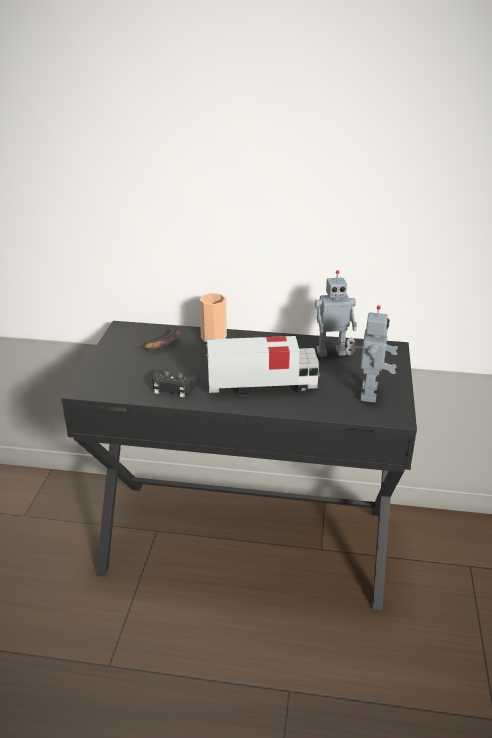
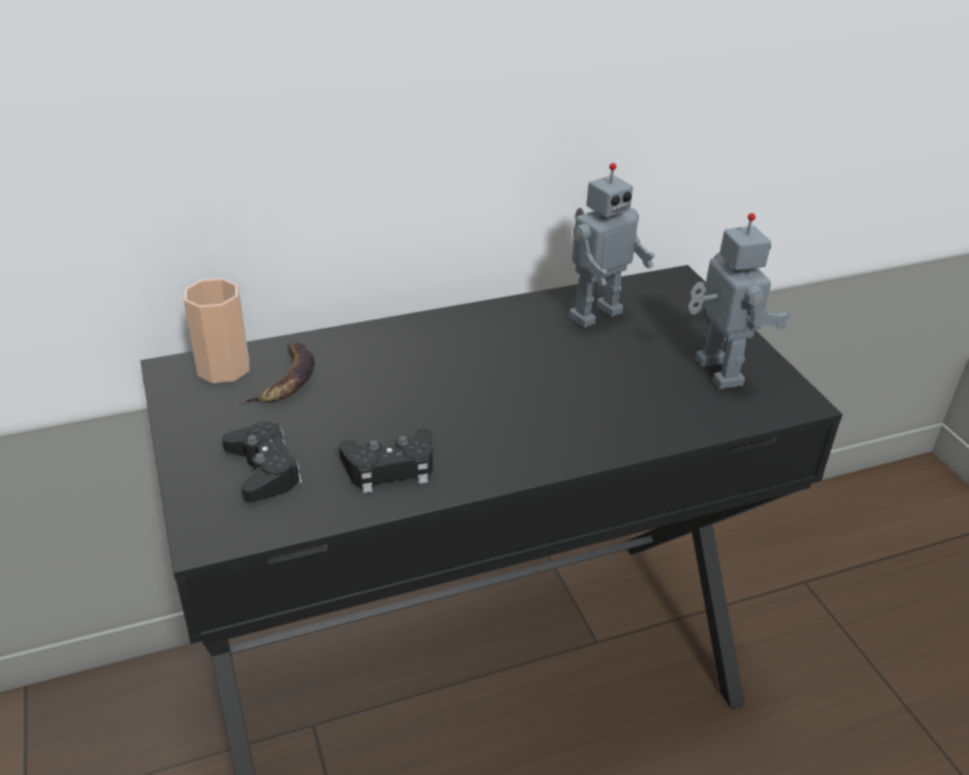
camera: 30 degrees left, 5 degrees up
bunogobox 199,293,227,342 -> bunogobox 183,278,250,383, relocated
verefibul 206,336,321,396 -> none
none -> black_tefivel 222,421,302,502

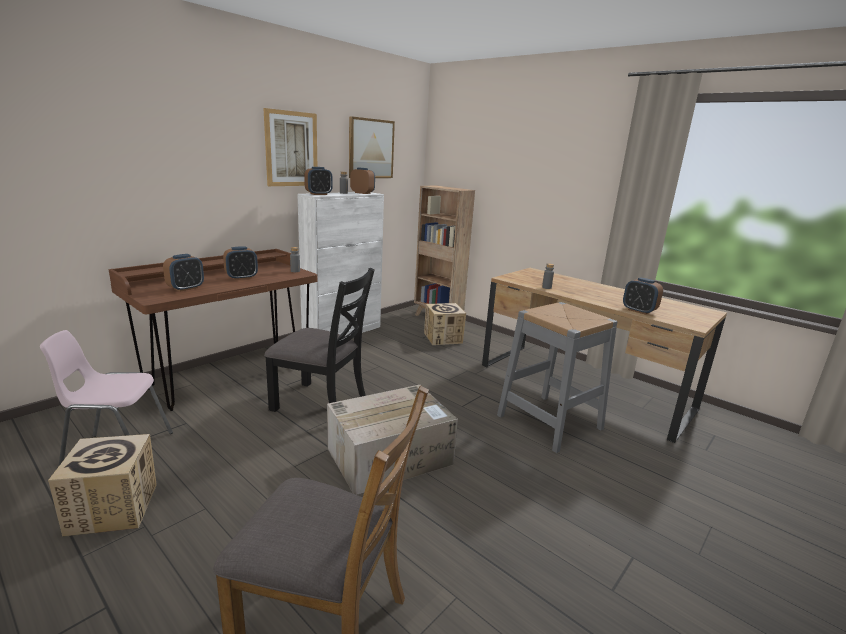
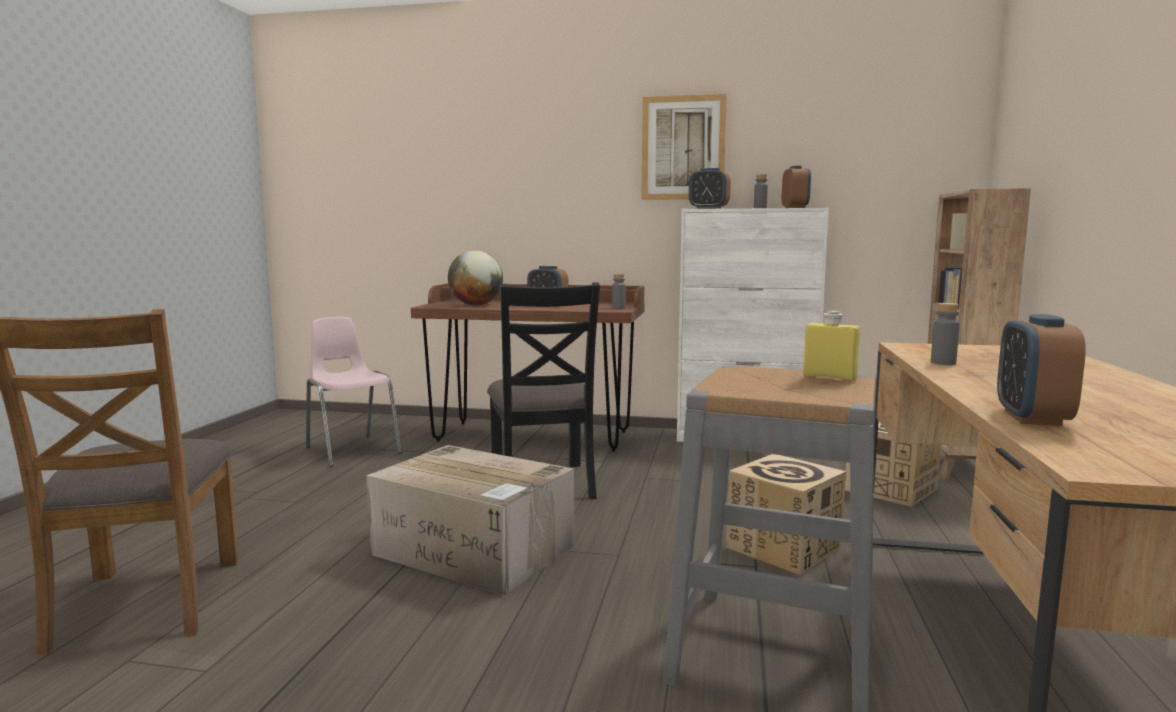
camera: 60 degrees right, 10 degrees down
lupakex 349,116,395,178 -> none
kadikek 163,254,204,292 -> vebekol 448,250,503,305
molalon 48,434,157,537 -> molalon 726,454,846,576, relocated
none -> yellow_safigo 803,311,860,381

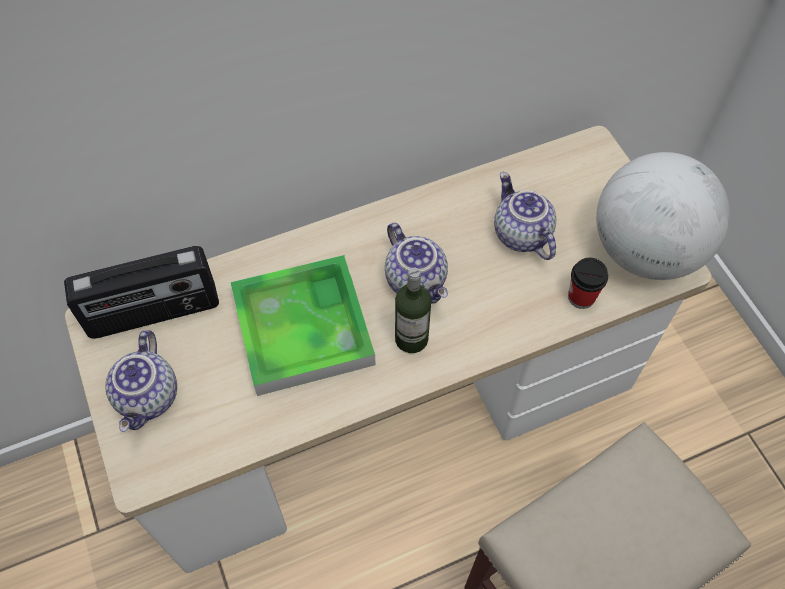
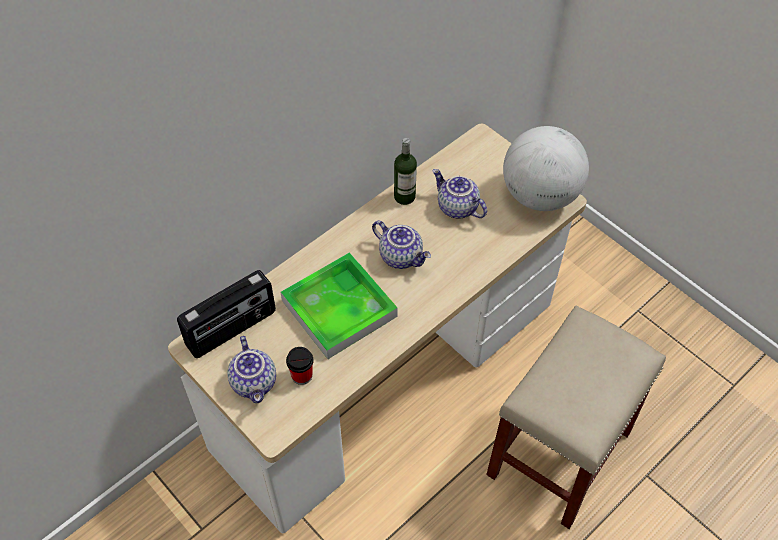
camera: 20 degrees left, 5 degrees down
bunogobox 568,258,608,309 -> bunogobox 286,347,313,385, relocated
safigo 395,268,431,353 -> safigo 394,138,417,205, relocated

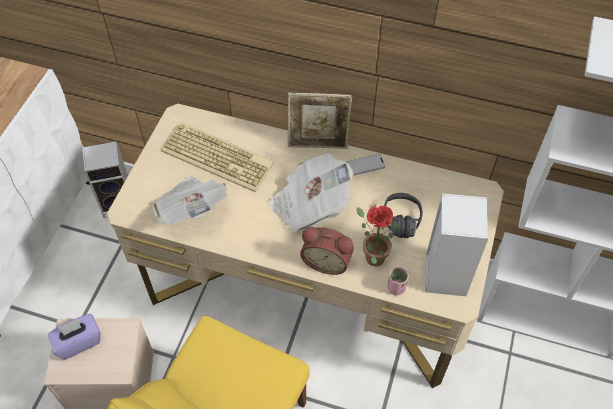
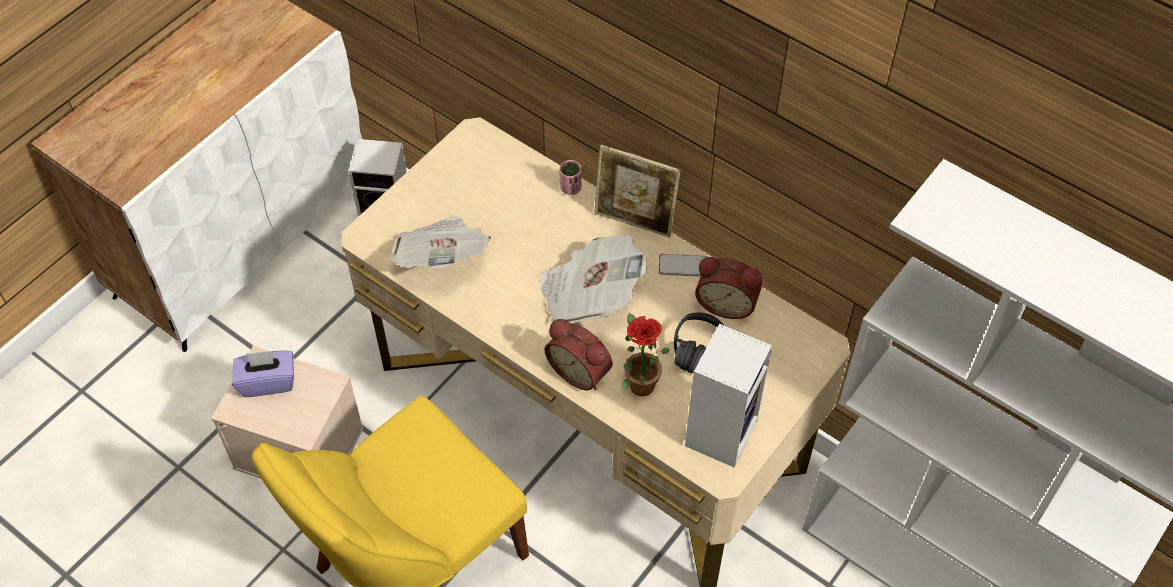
camera: 20 degrees right, 0 degrees up
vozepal 161,123,274,192 -> none
pink_bunogobox 388,267,409,295 -> pink_bunogobox 559,160,582,195, relocated
none -> kadikek 695,257,763,319

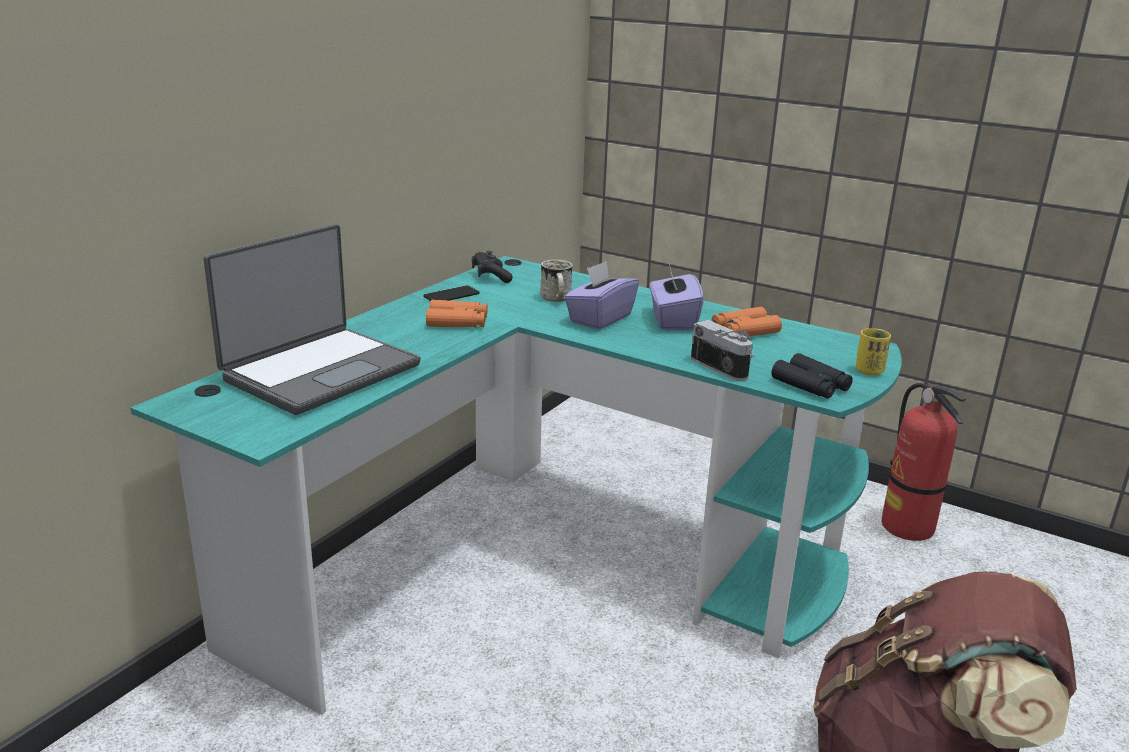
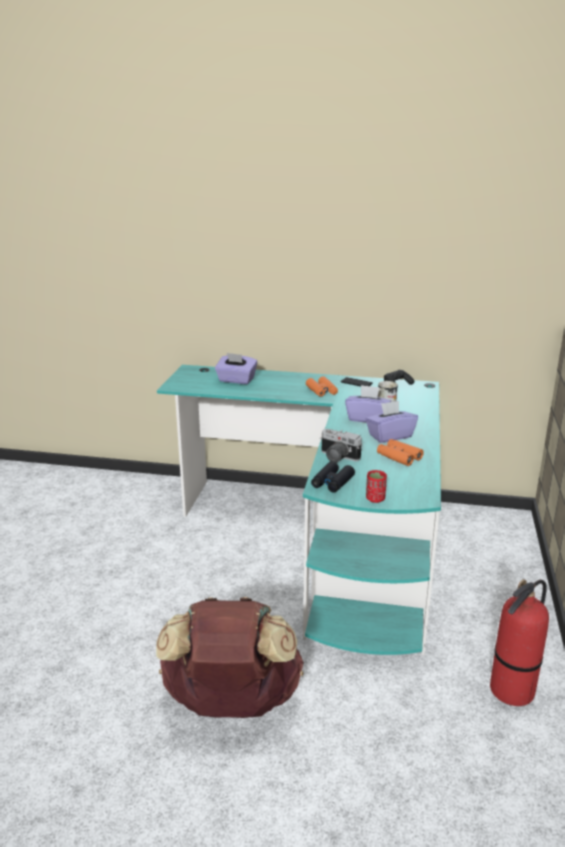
camera: 70 degrees right, 0 degrees up
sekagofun 204,224,421,415 -> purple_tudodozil 215,353,257,384
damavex 691,320,754,382 -> damavex 320,429,362,463, 90 degrees clockwise
yellow_bunogobox 856,328,891,376 -> red_bunogobox 366,470,387,503

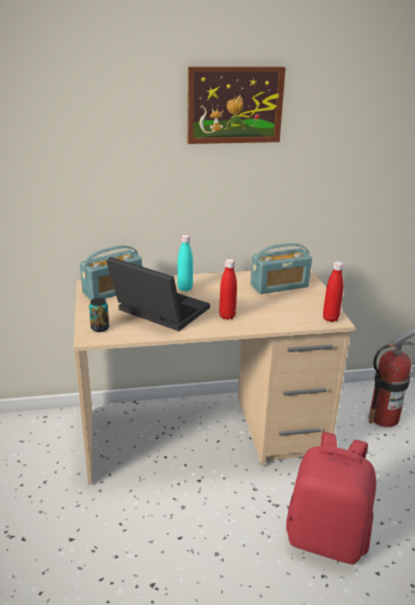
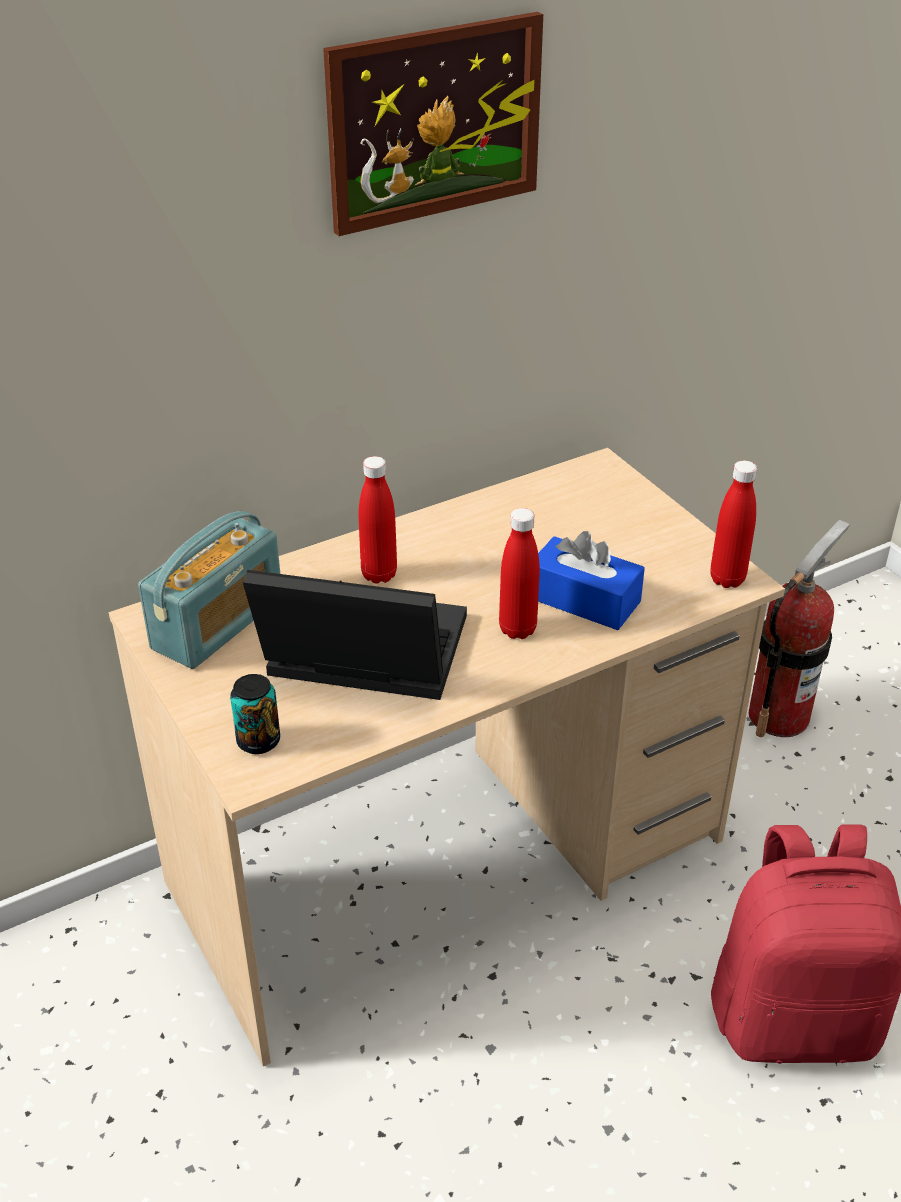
camera: 20 degrees left, 10 degrees up
turquoise_safigo 178,235,193,291 -> red_safigo 358,456,397,584
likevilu 250,243,312,294 -> none
none -> blue_tudodozil 538,531,645,630

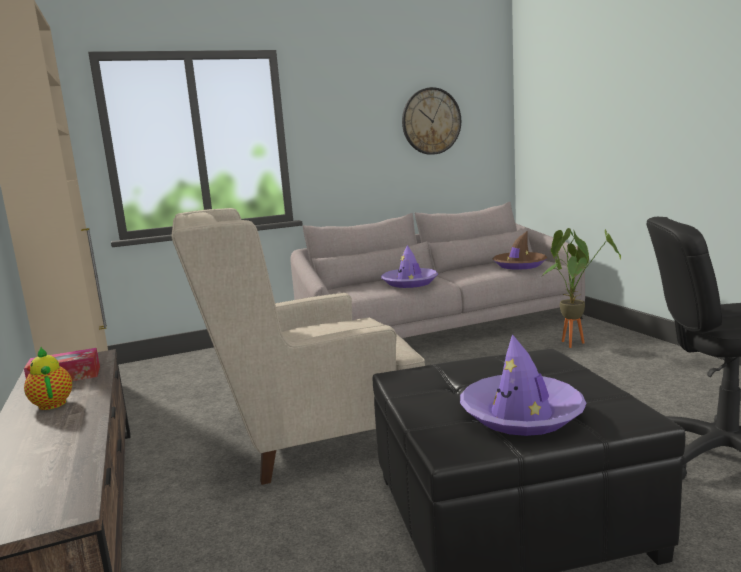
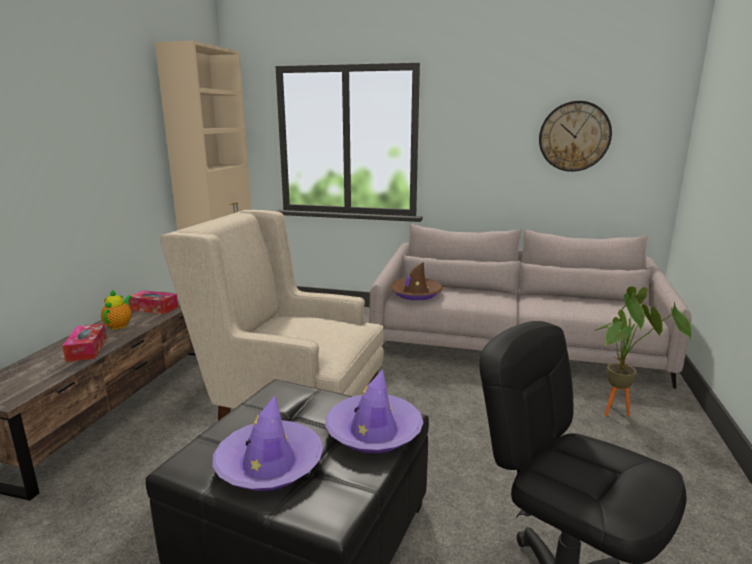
camera: 35 degrees right, 5 degrees up
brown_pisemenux 492,231,547,270 -> brown_pisemenux 390,262,443,300, relocated
purple_pisemenux 381,245,438,288 -> purple_pisemenux 325,369,424,453, relocated
none -> tudodozil 62,324,107,362

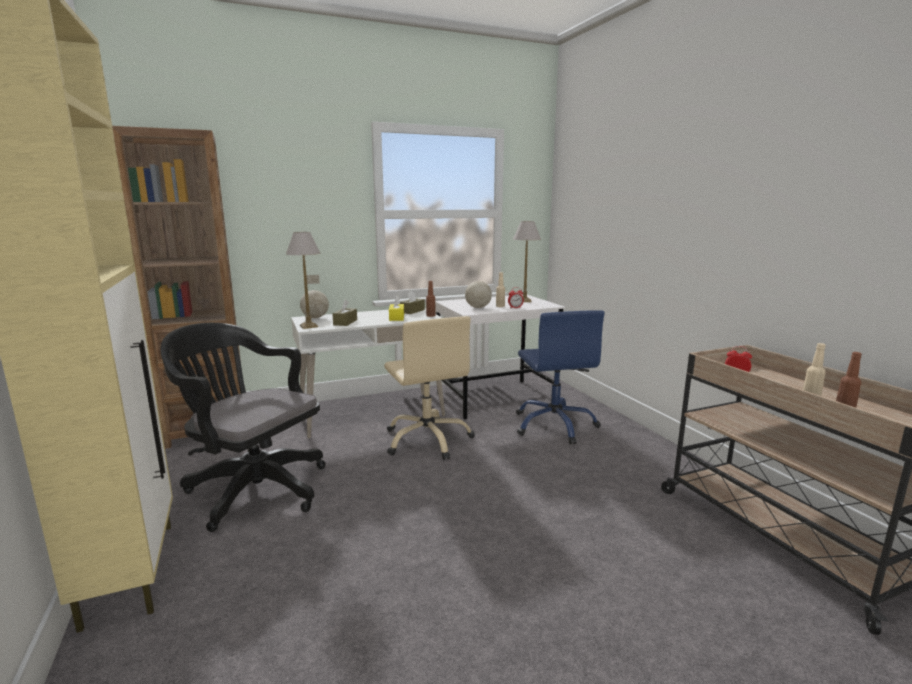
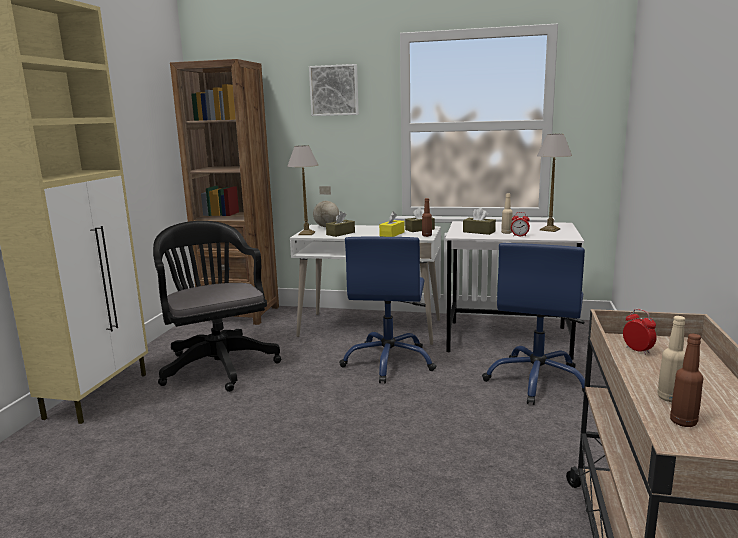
camera: 35 degrees right, 0 degrees up
vebekol 465,266,492,308 -> brown_tudodozil 463,208,496,235
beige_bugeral 384,316,475,460 -> blue_bugeral 339,237,436,384
none -> lupakex 309,64,359,116

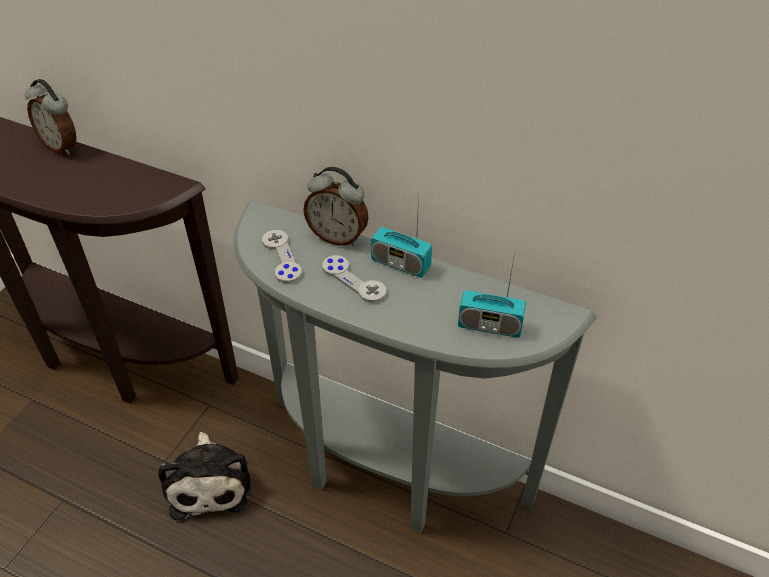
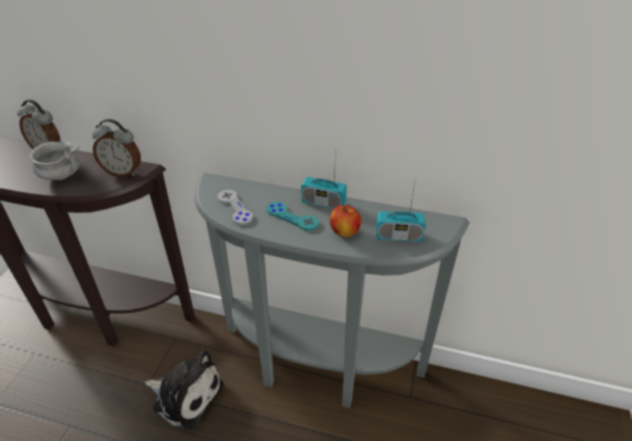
camera: 10 degrees left, 5 degrees down
kadikek 303,167,369,246 -> kadikek 92,119,141,177, relocated
grey_tefivel 322,255,386,303 -> turquoise_tefivel 267,202,319,231
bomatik 158,432,252,520 -> bomatik 145,350,223,429, 45 degrees counterclockwise
none -> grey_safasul 29,141,80,180
none -> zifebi 330,205,361,237

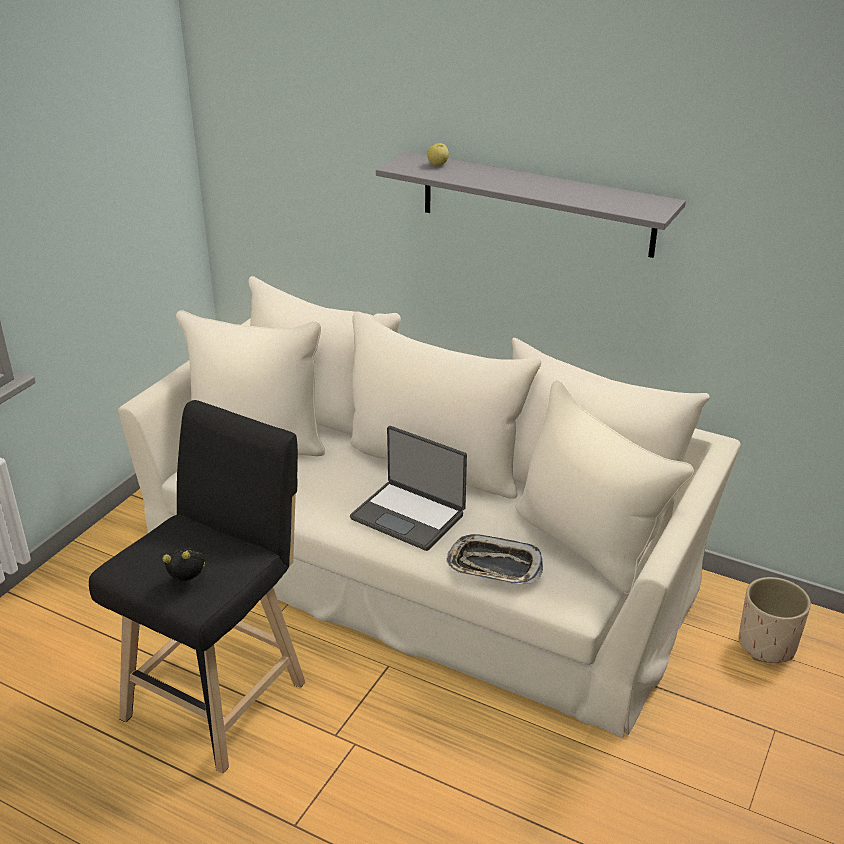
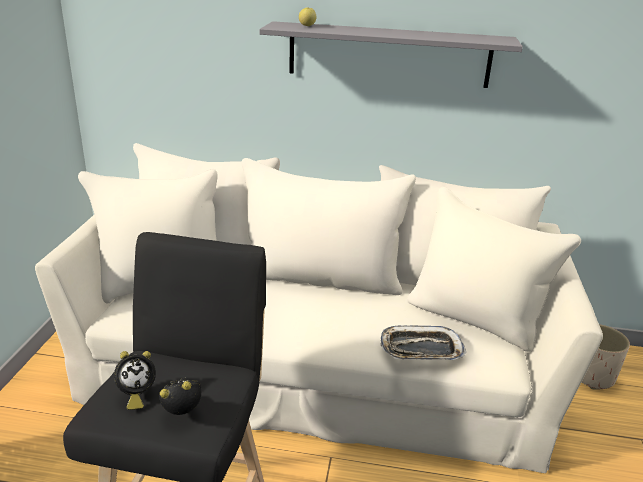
camera: 20 degrees left, 5 degrees down
sekagofun 350,426,467,551 -> none
none -> kadikek 114,351,156,410

